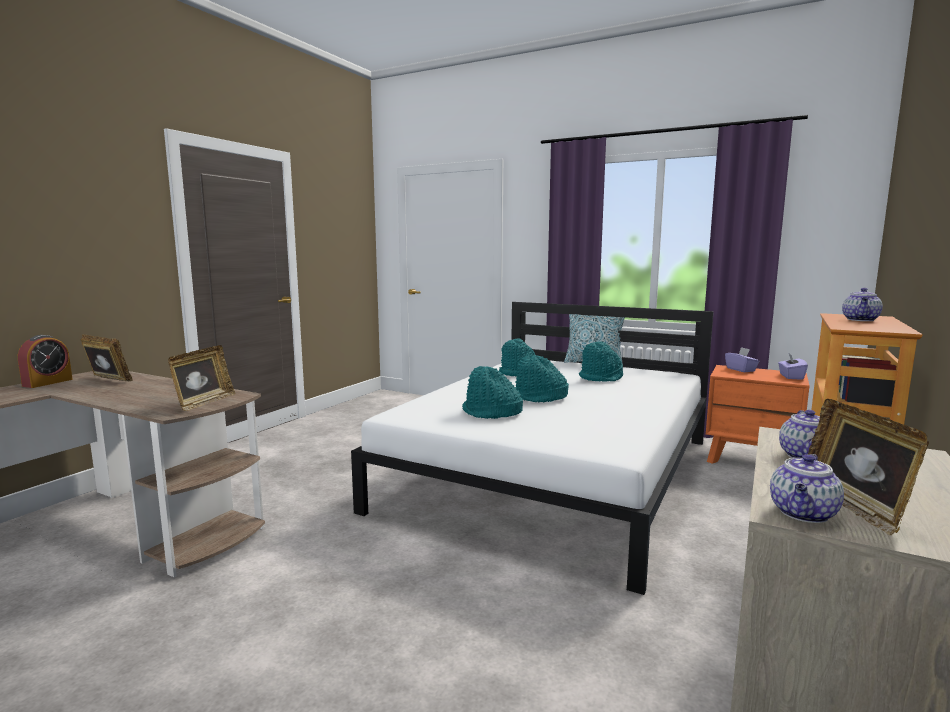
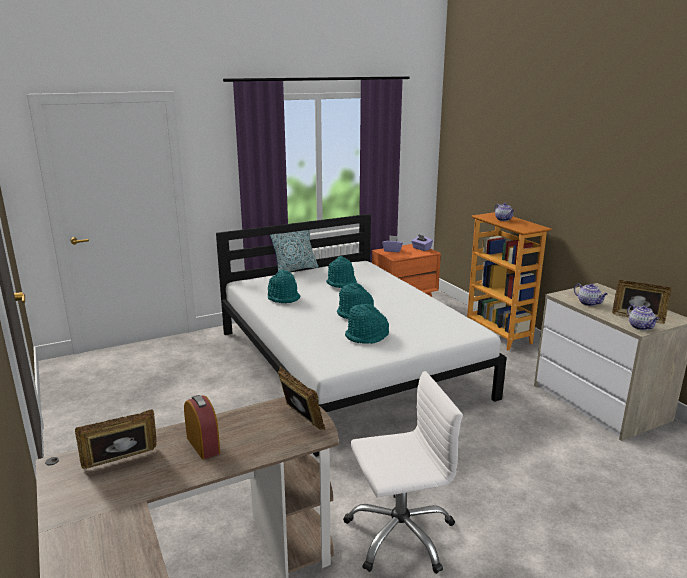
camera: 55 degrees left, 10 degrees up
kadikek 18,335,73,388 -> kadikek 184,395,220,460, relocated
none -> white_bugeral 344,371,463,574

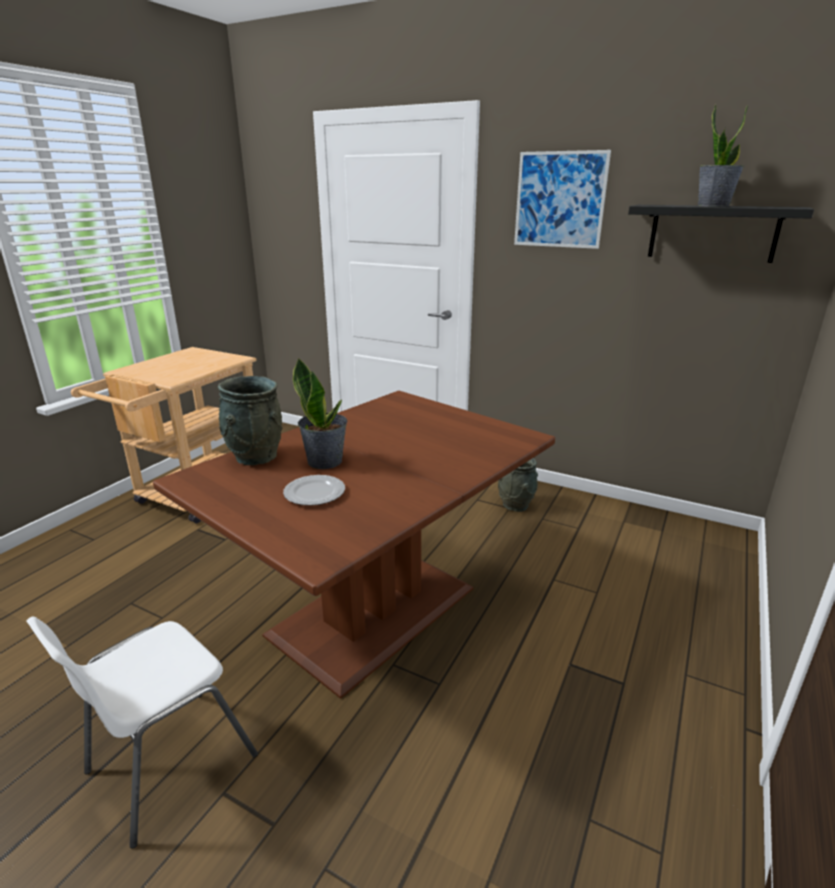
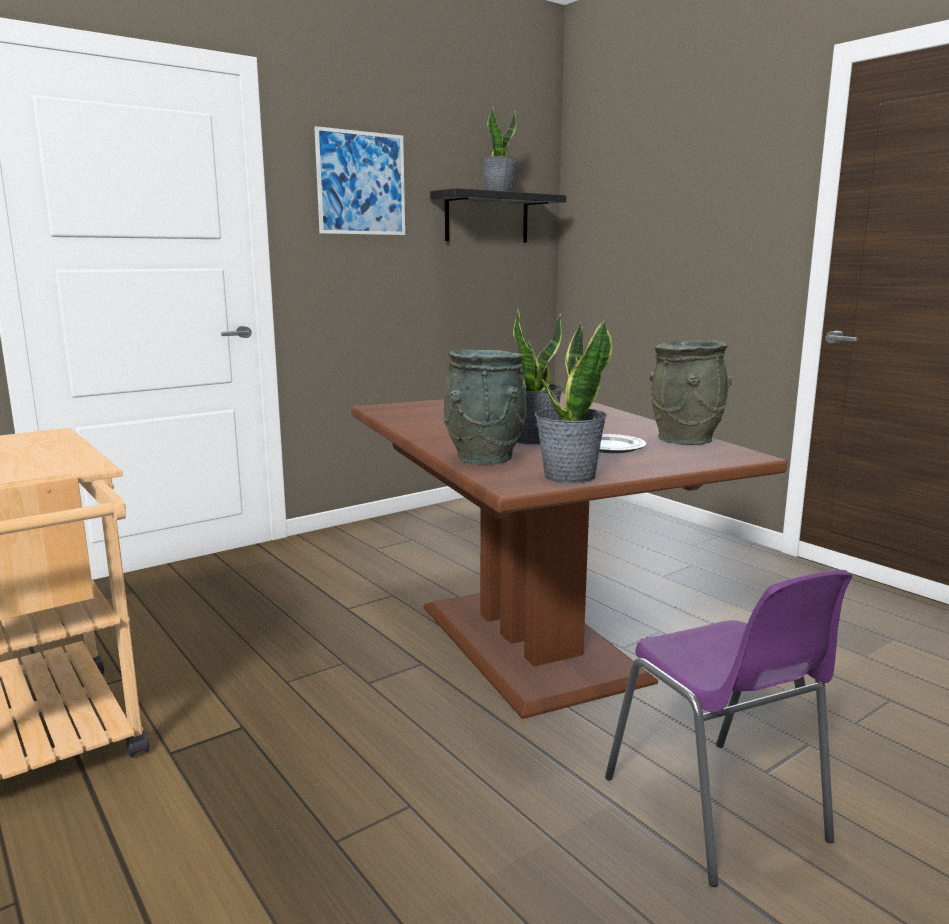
camera: 65 degrees left, 10 degrees down
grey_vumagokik 498,458,538,512 -> grey_vumagokik 650,340,732,445, relocated
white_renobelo 26,617,258,849 -> purple_renobelo 605,570,852,887
none -> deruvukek 535,320,612,484

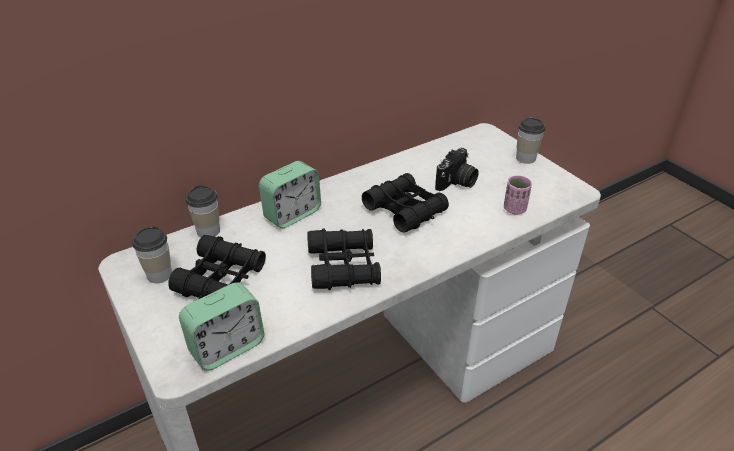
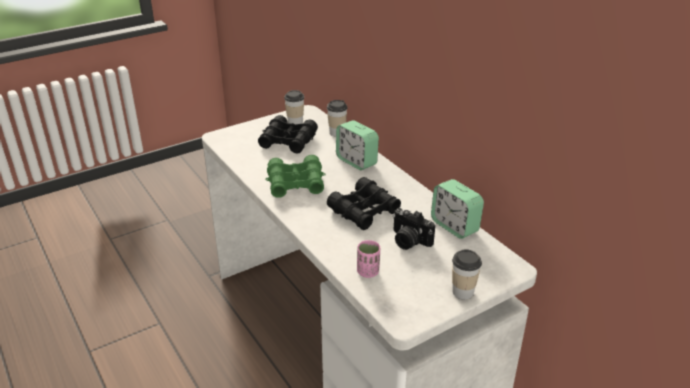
camera: 90 degrees right, 5 degrees down
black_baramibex 308,229,381,290 -> green_baramibex 265,155,325,198
kadikek 179,282,264,371 -> kadikek 431,179,484,239, relocated

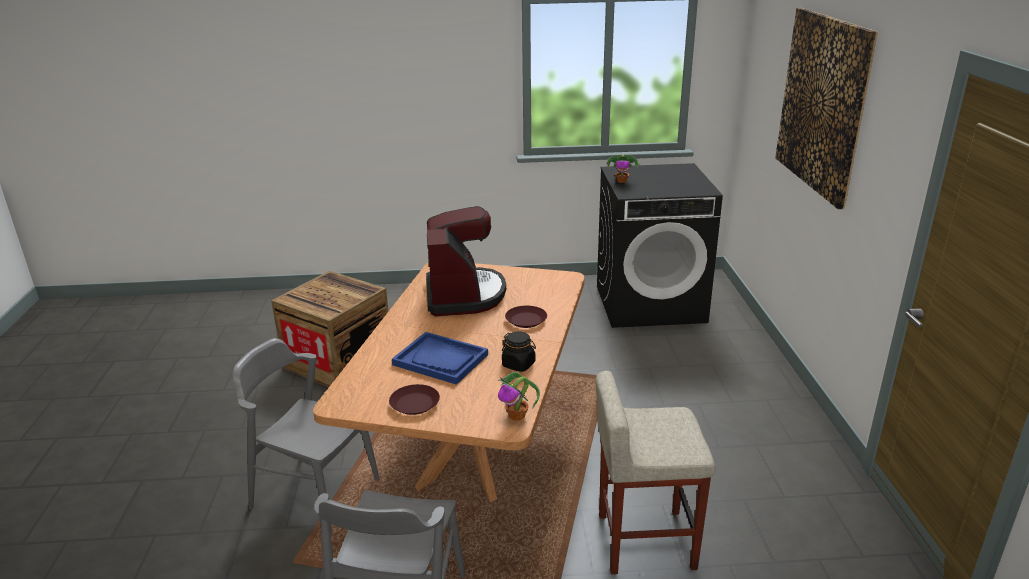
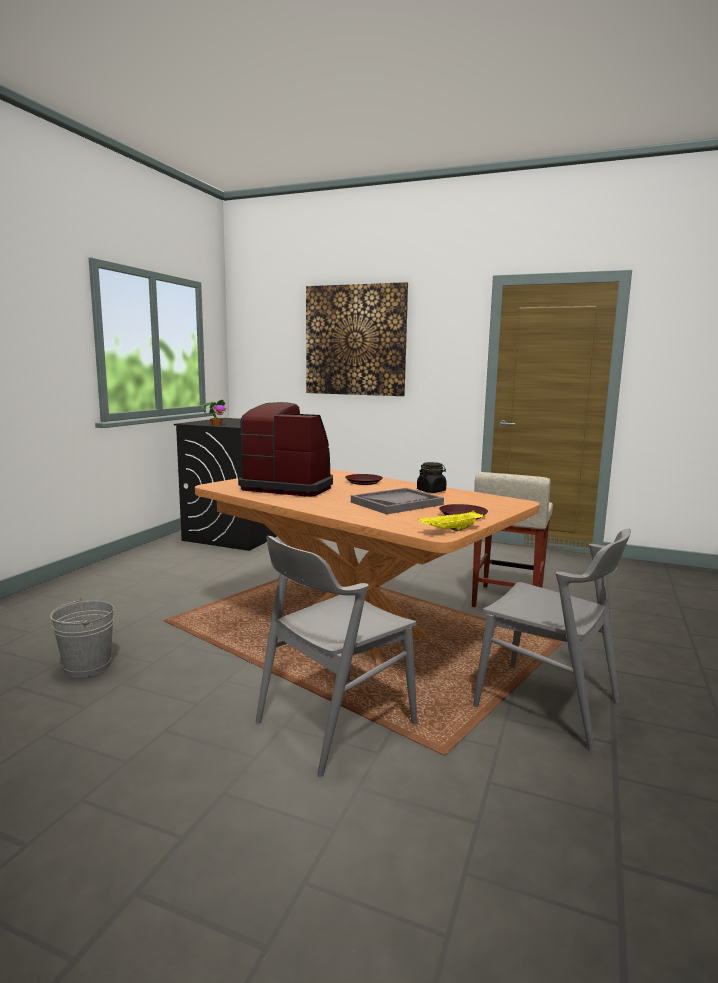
camera: 65 degrees left, 15 degrees down
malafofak 271,271,388,387 -> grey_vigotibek 50,597,114,677
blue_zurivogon 392,332,488,385 -> grey_zurivogon 351,488,444,514
deruvukek 498,372,540,421 -> none
none -> yellow_zurivogon 418,510,484,531

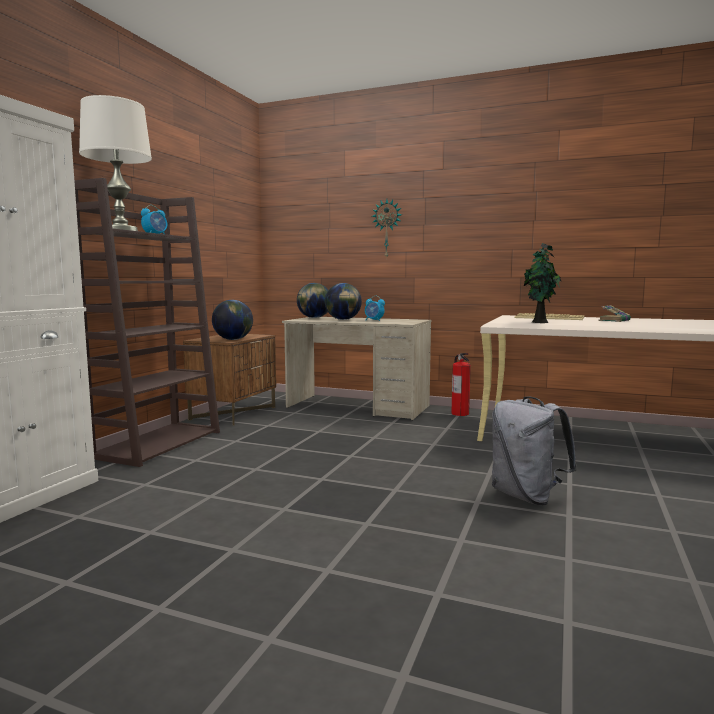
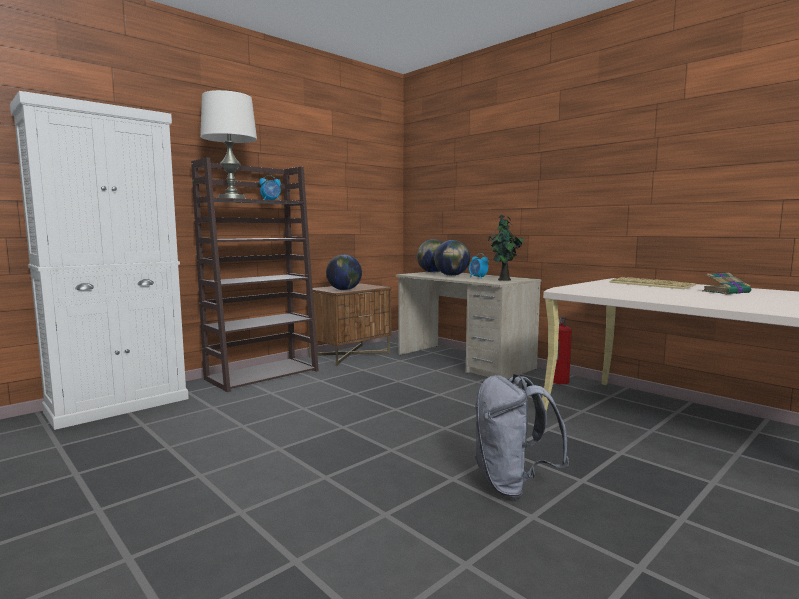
camera: 25 degrees right, 0 degrees up
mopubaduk 372,200,402,259 -> none
deruvukek 524,243,562,323 -> deruvukek 488,215,524,281, relocated

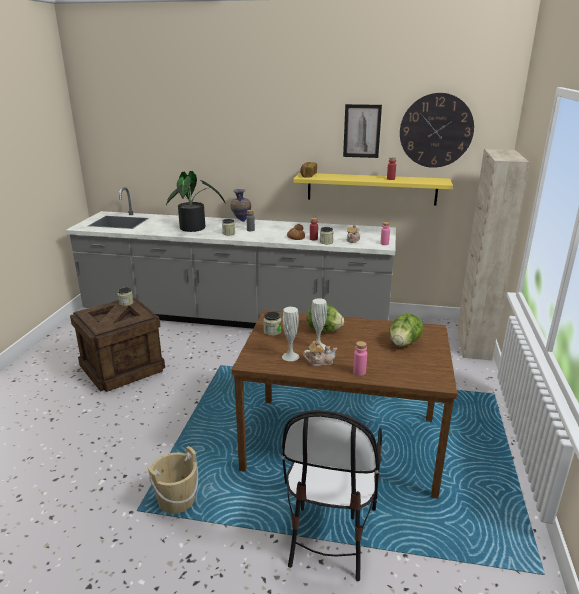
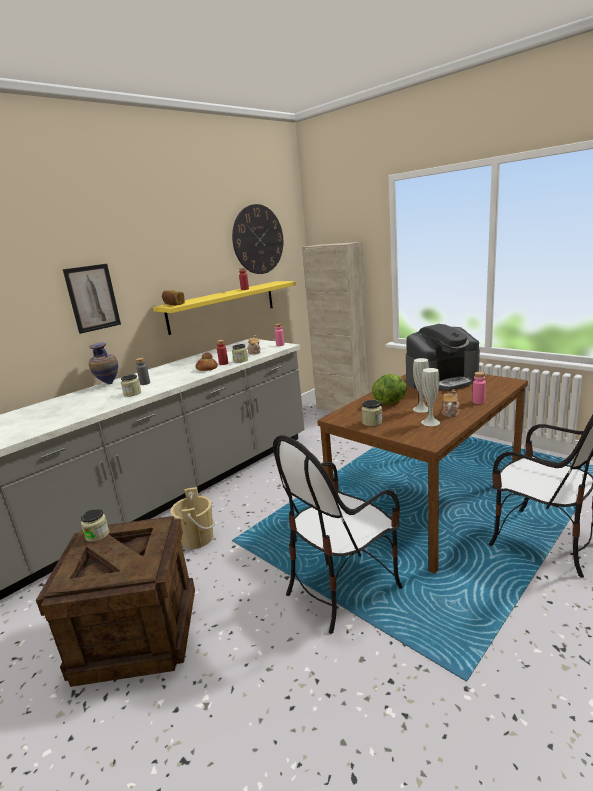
camera: 55 degrees left, 5 degrees down
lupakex 343,104,382,158 -> lupakex 63,264,121,334, relocated
deruvukek 166,171,225,232 -> none
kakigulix 389,314,424,347 -> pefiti 406,324,480,391
beige_vigotibek 147,446,198,514 -> beige_vigotibek 170,487,215,549, relocated
none -> renobelo 273,435,403,634

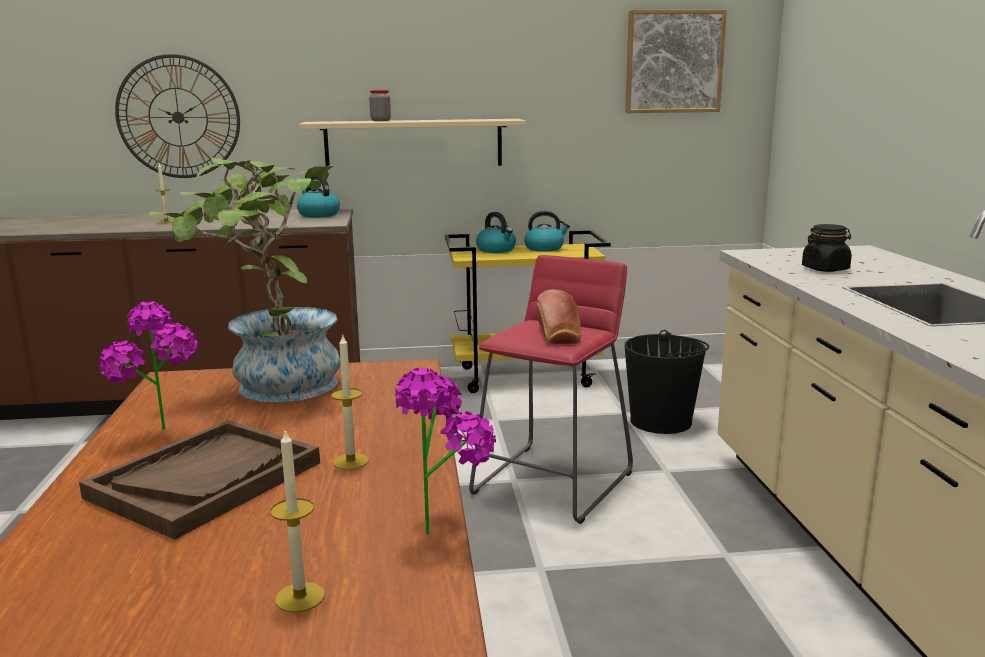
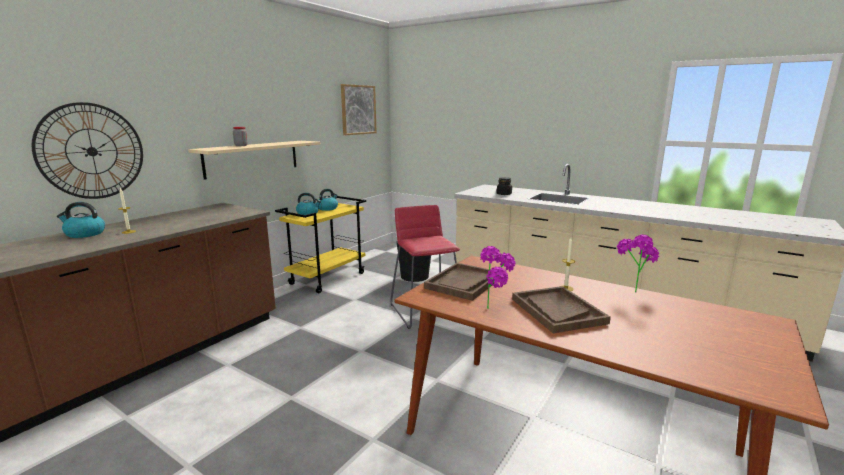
camera: 50 degrees left, 0 degrees up
deruvukek 149,158,340,403 -> brown_zurivogon 424,263,501,301
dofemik 297,177,340,217 -> dofemik 57,202,105,238, relocated
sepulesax 537,289,581,345 -> none
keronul 270,429,325,613 -> none

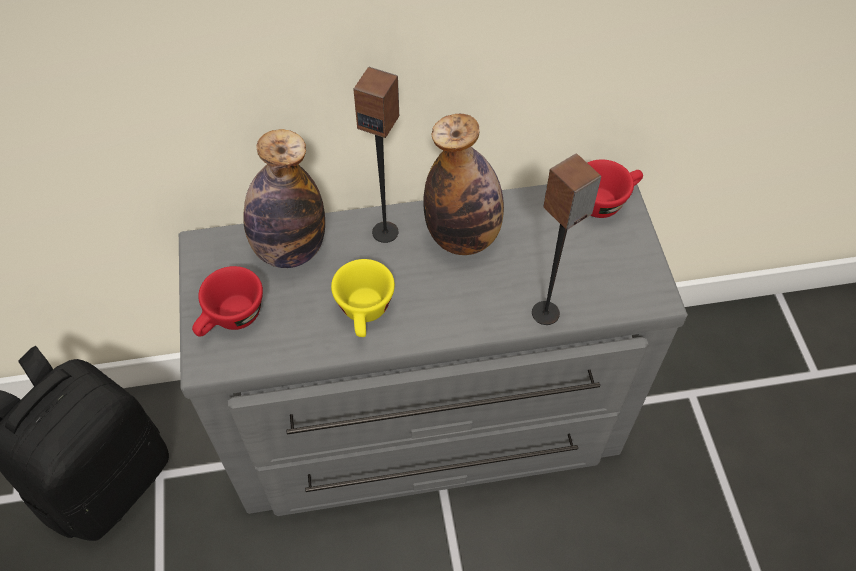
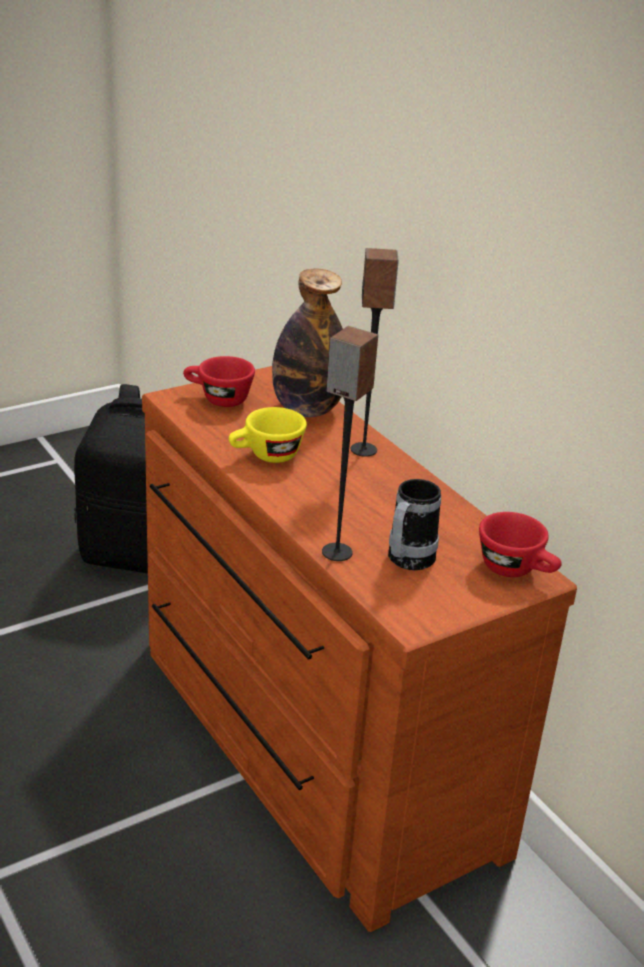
camera: 65 degrees right, 25 degrees down
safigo 423,114,504,255 -> none
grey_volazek 179,184,688,516 -> brown_volazek 142,366,577,932
none -> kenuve 388,479,441,570

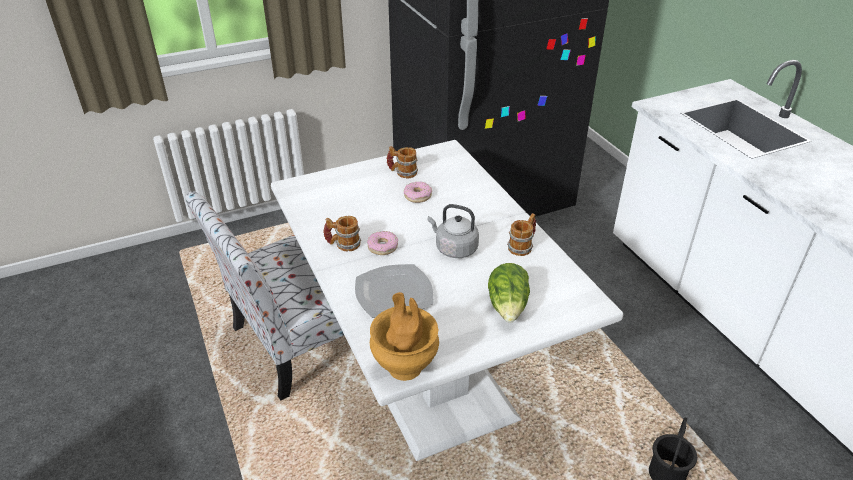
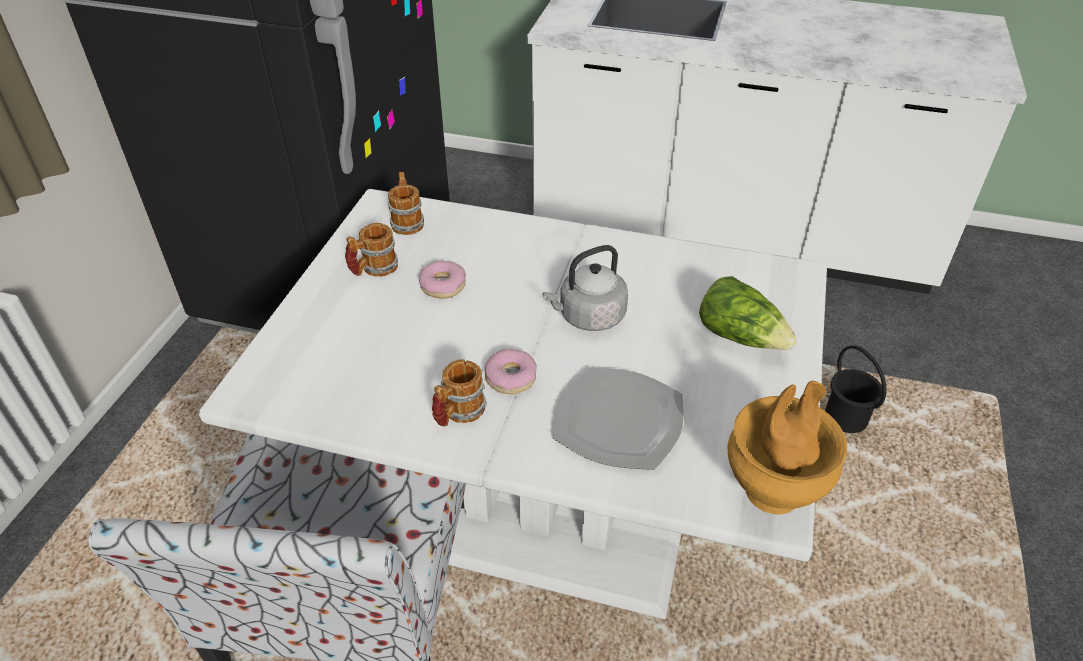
camera: 50 degrees left, 5 degrees up
kenuve 507,213,536,256 -> kenuve 388,172,424,235, relocated

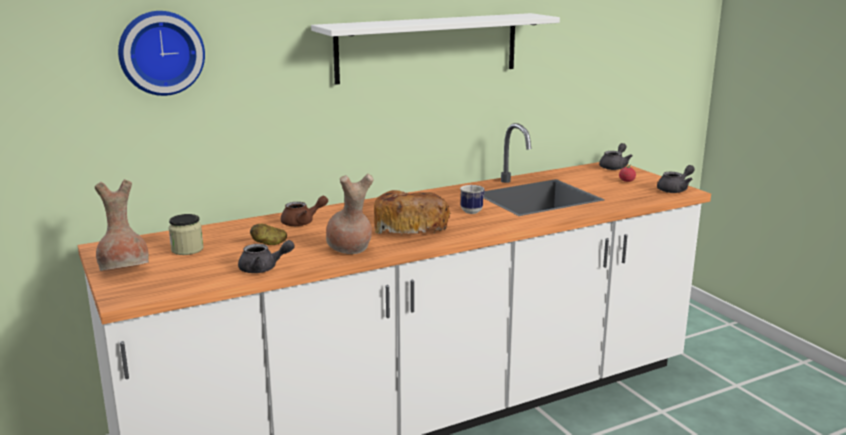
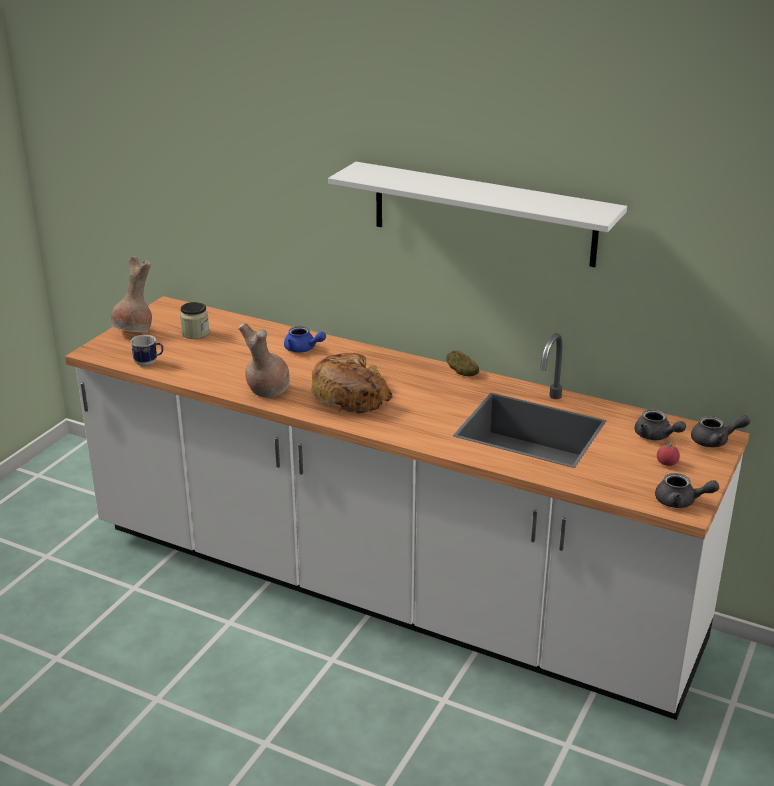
camera: 55 degrees right, 10 degrees up
mopubaduk 118,11,205,96 -> none
kenuve 460,185,485,214 -> kenuve 130,335,163,367, relocated
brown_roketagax 281,196,328,226 -> blue_roketagax 284,326,326,352
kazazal 250,224,287,245 -> kazazal 446,351,479,376, relocated
grey_roketagax 238,240,295,273 -> grey_roketagax 635,409,686,440, relocated

